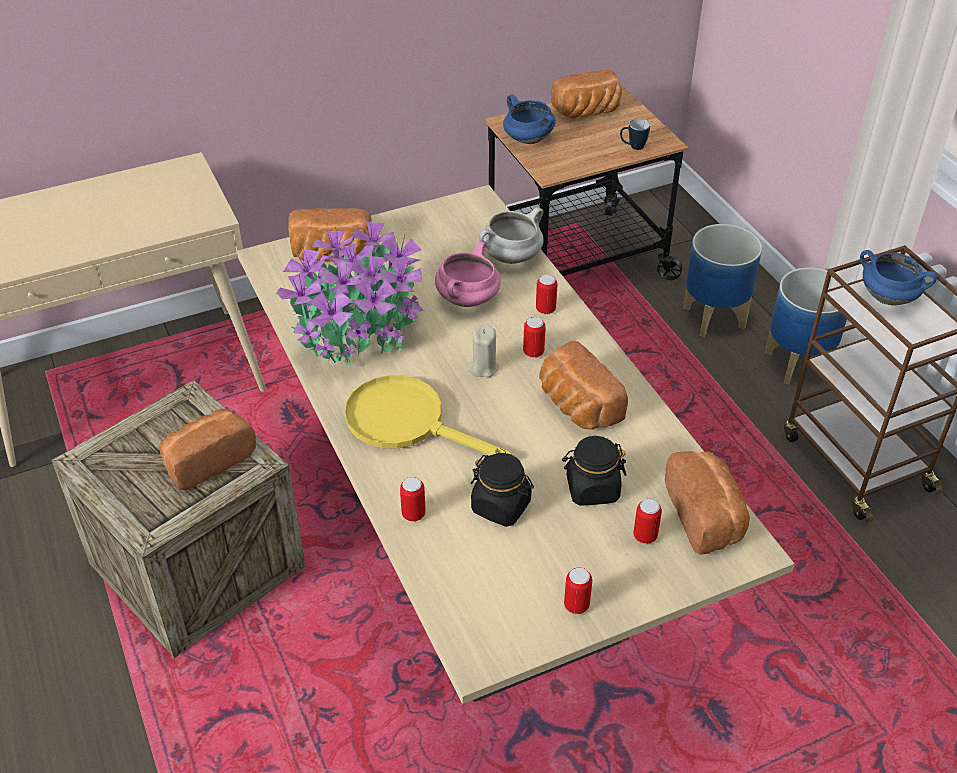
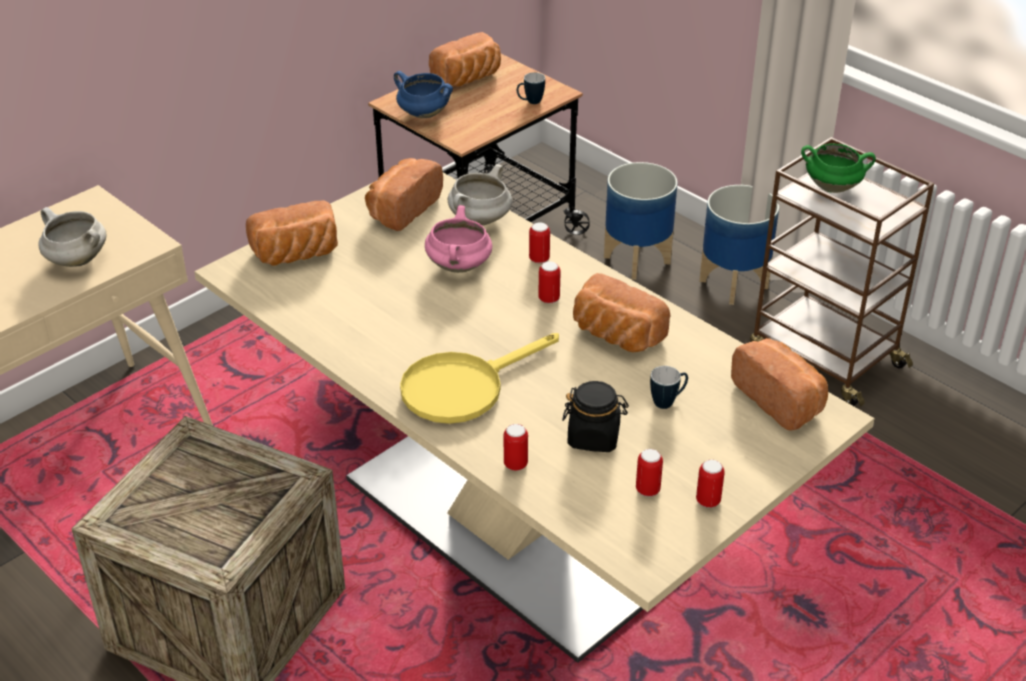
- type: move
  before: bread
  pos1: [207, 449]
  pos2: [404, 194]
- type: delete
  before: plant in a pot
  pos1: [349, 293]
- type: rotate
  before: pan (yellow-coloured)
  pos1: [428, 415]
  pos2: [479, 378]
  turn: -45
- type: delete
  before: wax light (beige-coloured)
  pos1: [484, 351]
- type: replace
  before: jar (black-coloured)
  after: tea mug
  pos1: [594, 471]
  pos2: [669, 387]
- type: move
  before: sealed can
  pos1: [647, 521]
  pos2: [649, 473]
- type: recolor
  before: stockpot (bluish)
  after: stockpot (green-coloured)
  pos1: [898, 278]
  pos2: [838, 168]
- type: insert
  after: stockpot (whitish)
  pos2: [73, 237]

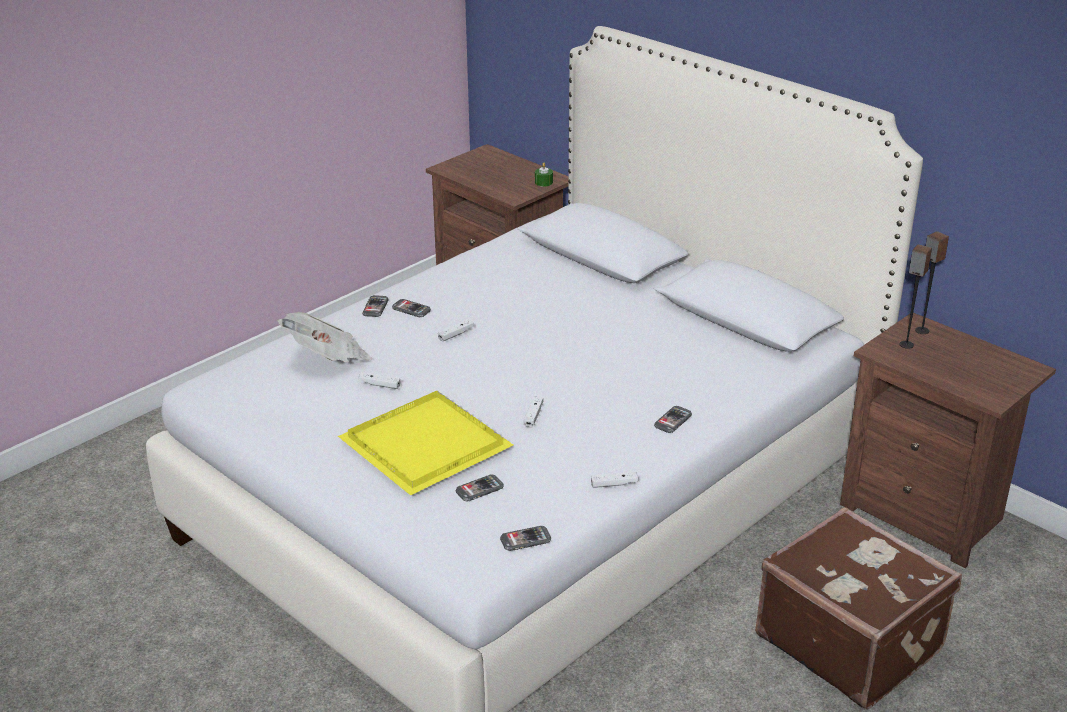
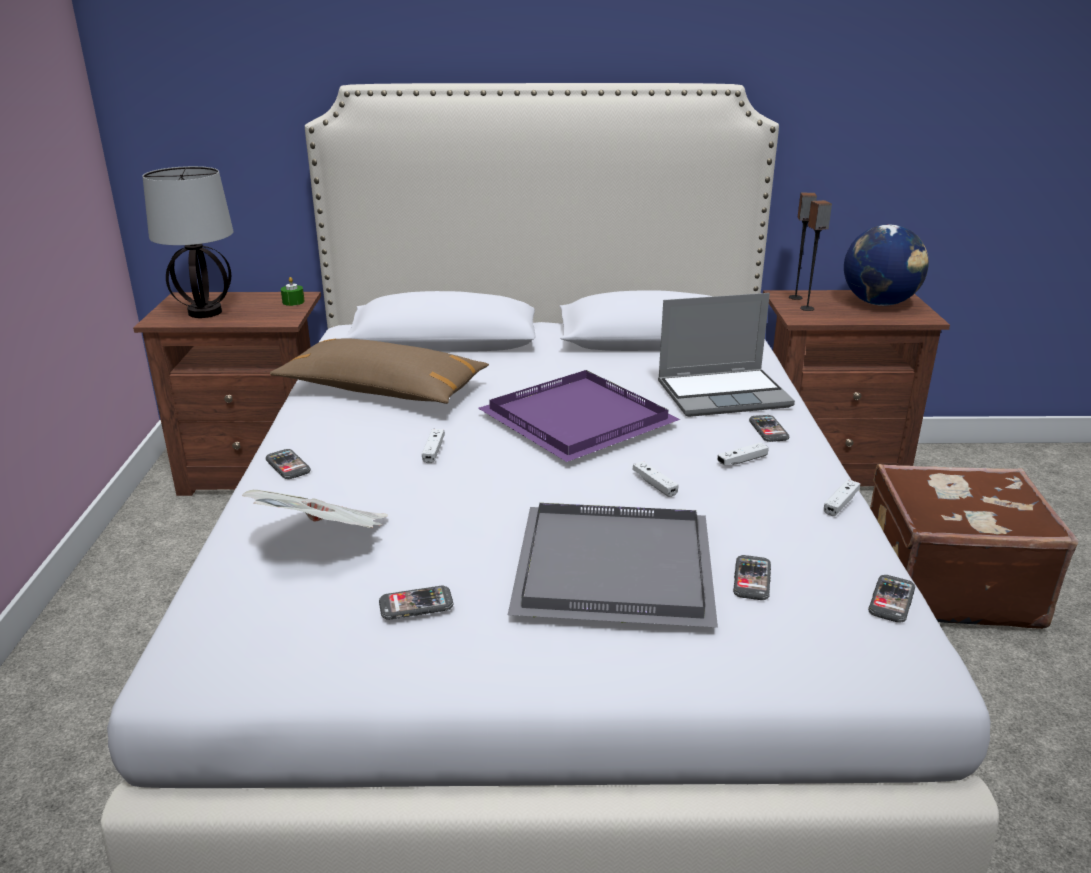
- type: recolor
  before: tray (yellow-coloured)
  after: tray (greyish)
  pos1: [426, 443]
  pos2: [613, 565]
- type: move
  before: joypad (whitish)
  pos1: [379, 380]
  pos2: [743, 453]
- type: move
  before: telephone
  pos1: [411, 308]
  pos2: [416, 602]
- type: insert
  after: lamp for a table
  pos2: [187, 242]
- type: insert
  after: cushion (brown)
  pos2: [379, 371]
- type: insert
  after: tray (purple-coloured)
  pos2: [579, 416]
- type: insert
  after: notebook computer
  pos2: [726, 355]
- type: insert
  after: globe
  pos2: [886, 265]

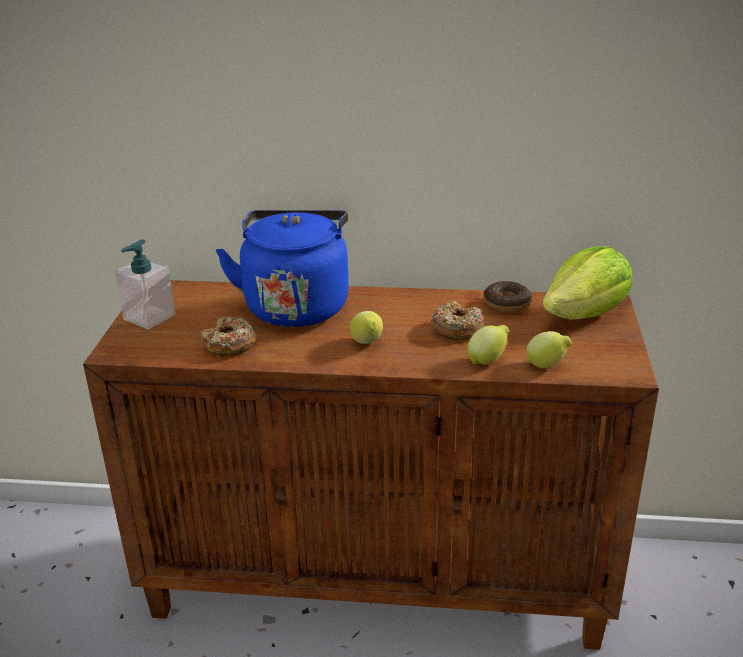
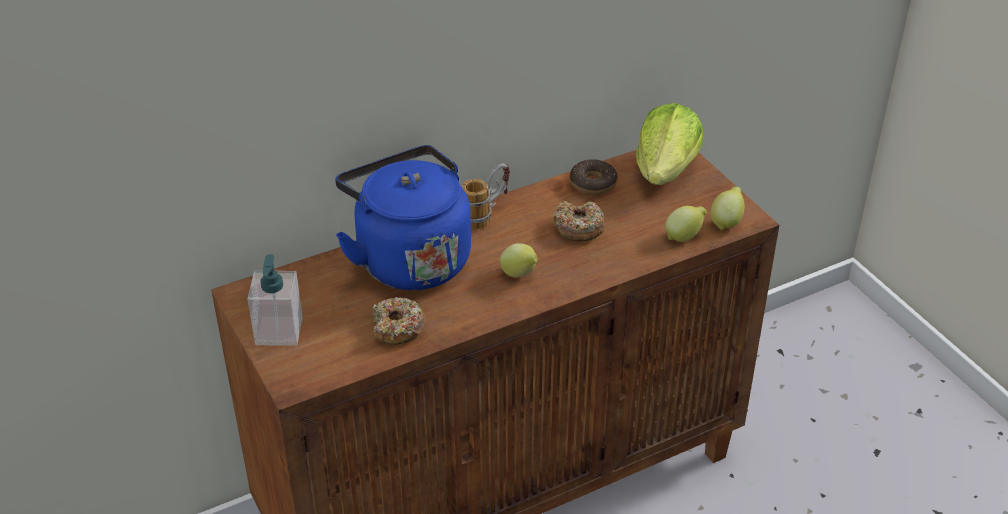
- type: move
  before: whole lemon
  pos1: [488, 345]
  pos2: [727, 209]
- type: insert
  after: tea mug
  pos2: [485, 196]

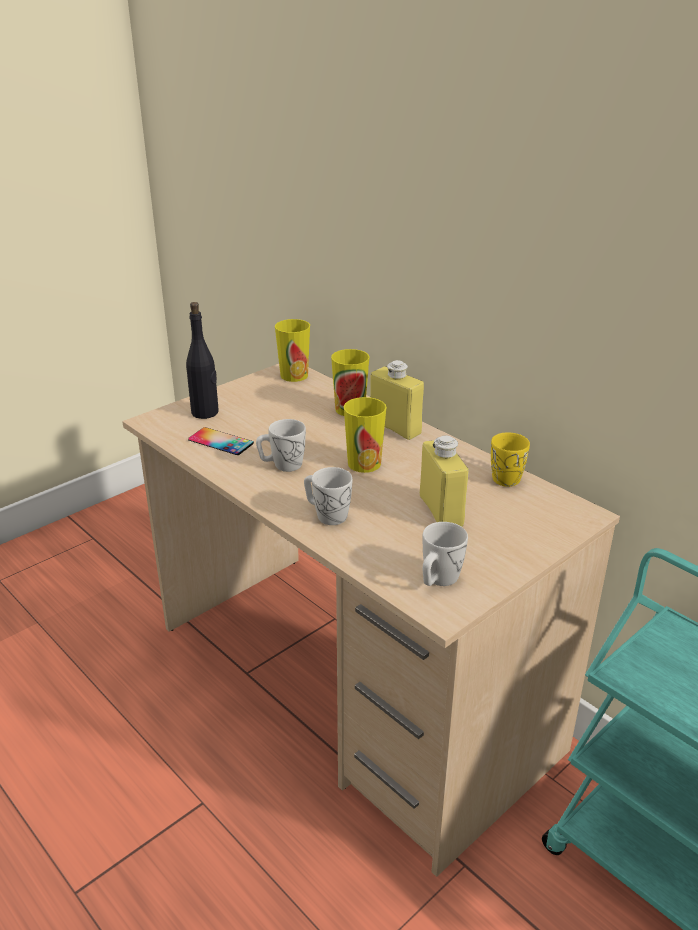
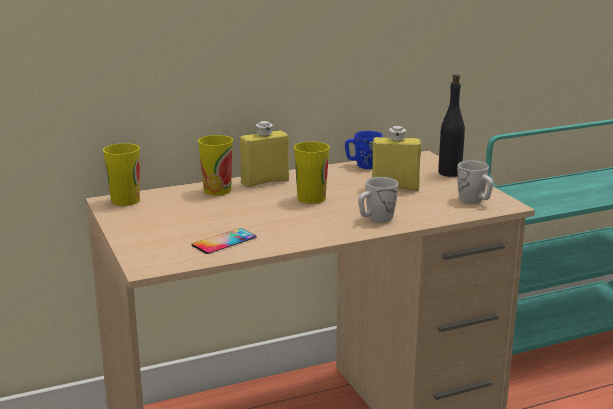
- type: move
  before: drink bottle (black-coloured)
  pos1: [202, 360]
  pos2: [451, 125]
- type: delete
  before: tea mug (whitish)
  pos1: [281, 445]
- type: recolor
  before: tea mug (yellow-coloured)
  after: tea mug (bluish)
  pos1: [510, 459]
  pos2: [364, 150]

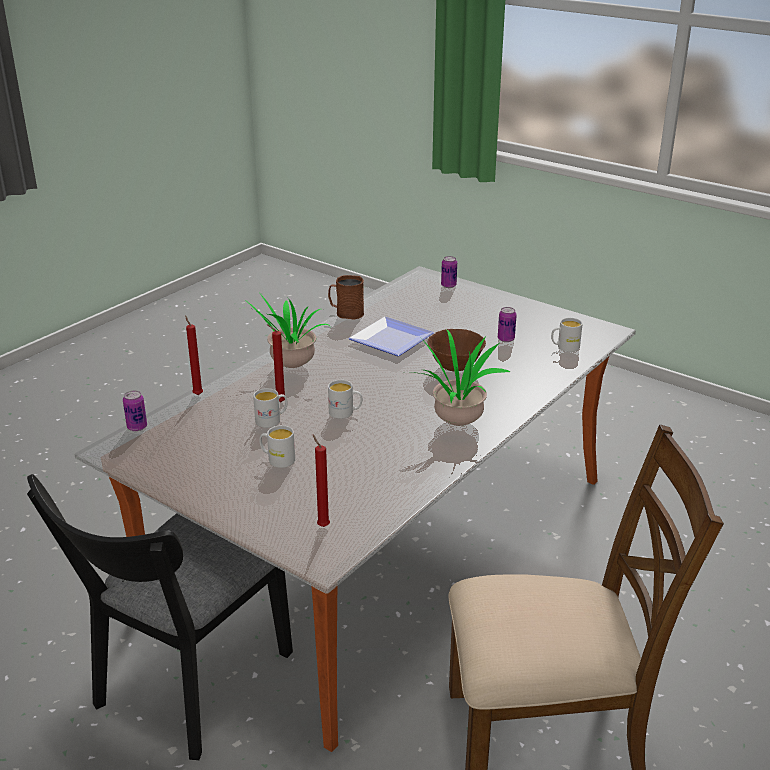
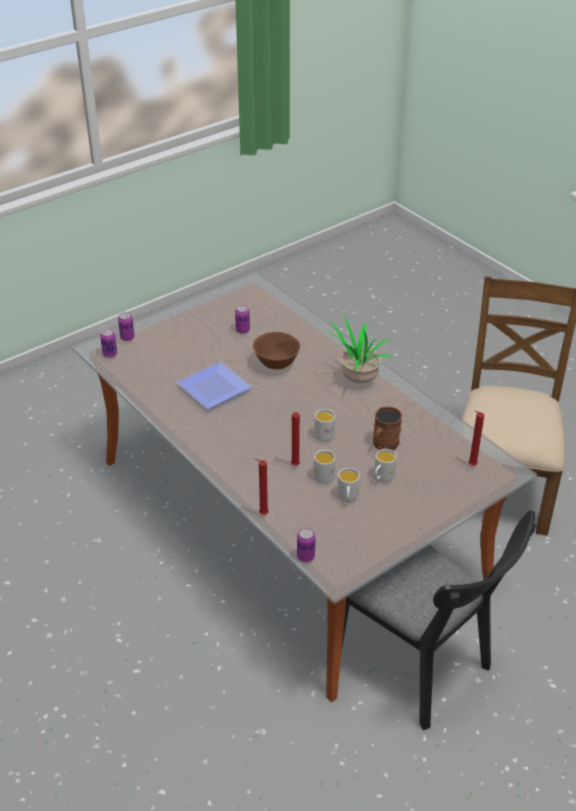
- type: delete
  before: plant in a pot
  pos1: [285, 331]
- type: move
  before: tea mug (brown)
  pos1: [346, 297]
  pos2: [387, 428]
- type: move
  before: tea mug (whitish)
  pos1: [567, 335]
  pos2: [348, 485]
- type: insert
  after: sealed can
  pos2: [108, 343]

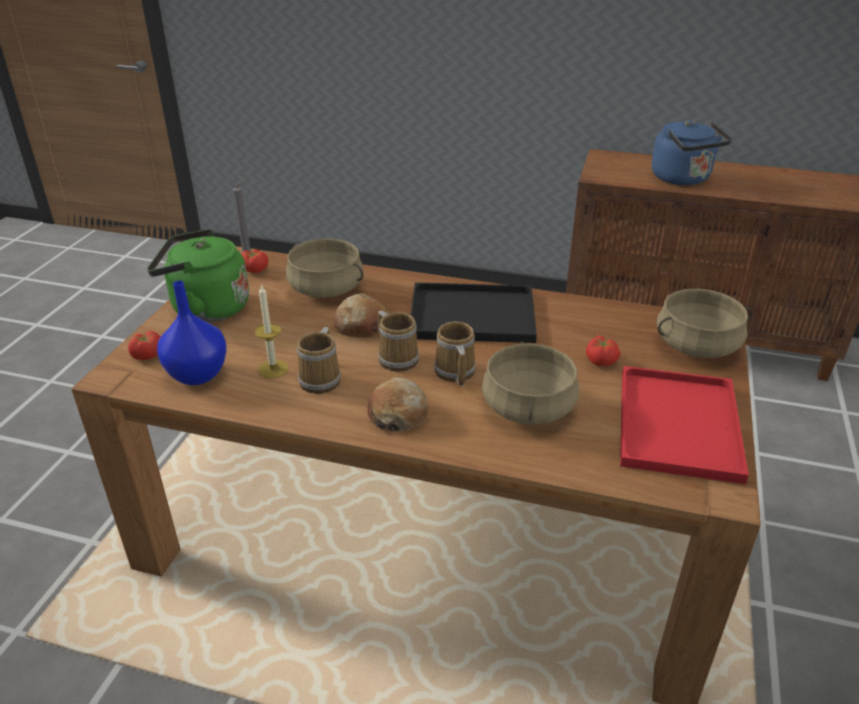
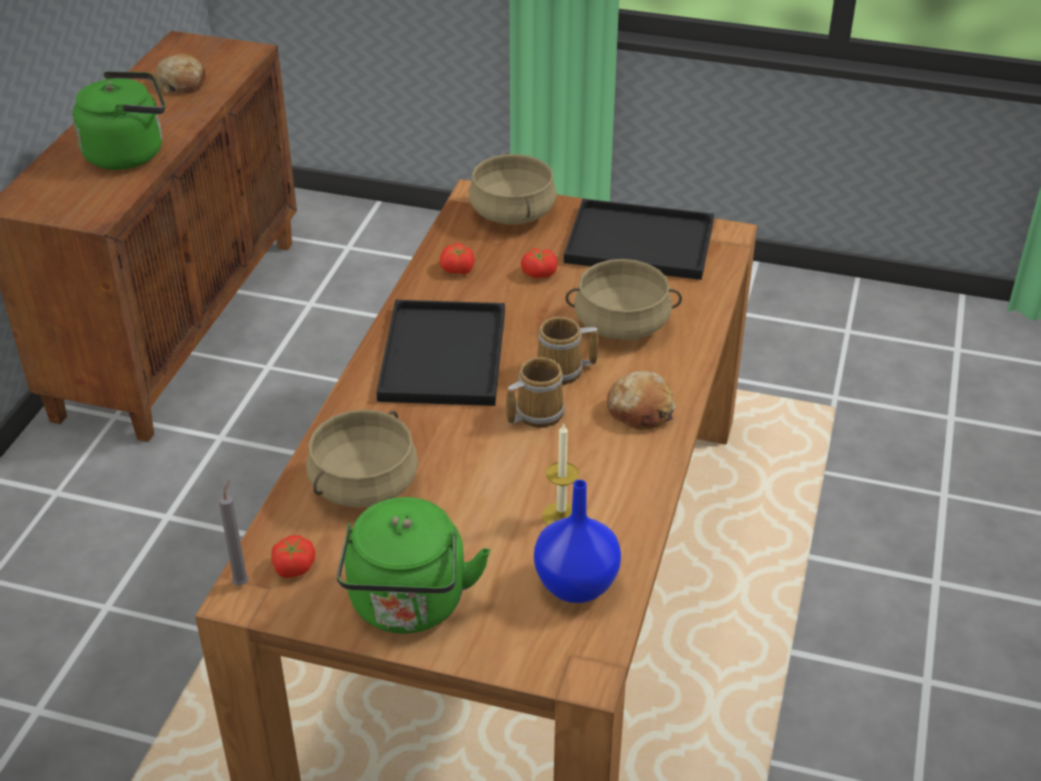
- type: move
  before: fresh tomato
  pos1: [144, 345]
  pos2: [457, 258]
- type: delete
  before: tea mug
  pos1: [319, 360]
- type: move
  before: bread
  pos1: [361, 316]
  pos2: [180, 73]
- type: recolor
  before: tray (reddish)
  after: tray (black-coloured)
  pos1: [684, 425]
  pos2: [639, 239]
- type: recolor
  before: water kettle (bluish)
  after: water kettle (green-coloured)
  pos1: [692, 152]
  pos2: [118, 120]

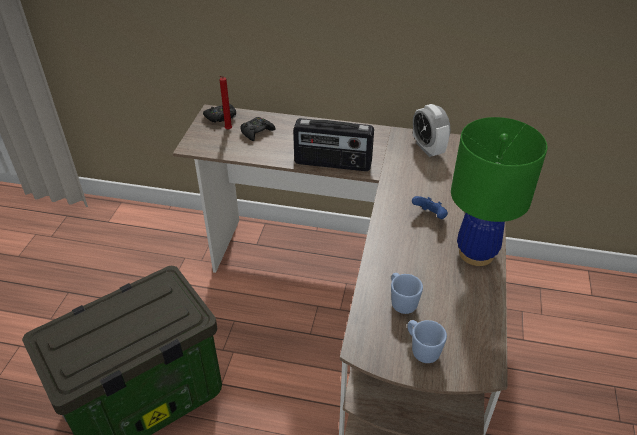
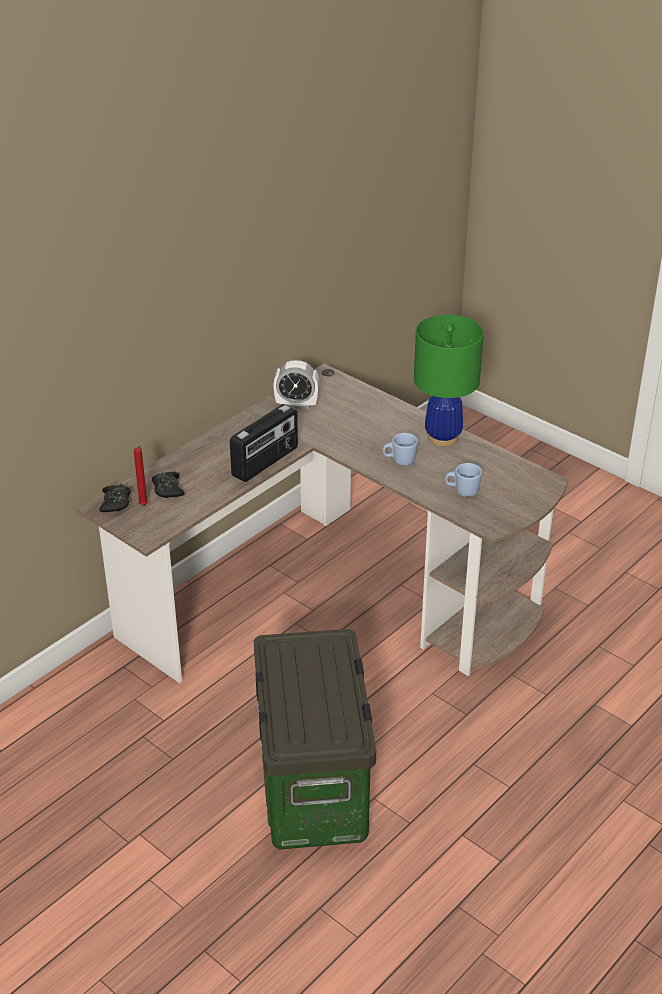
- type: move
  before: tea mug (bluish)
  pos1: [427, 341]
  pos2: [400, 449]
- type: delete
  before: joypad (bluish)
  pos1: [430, 207]

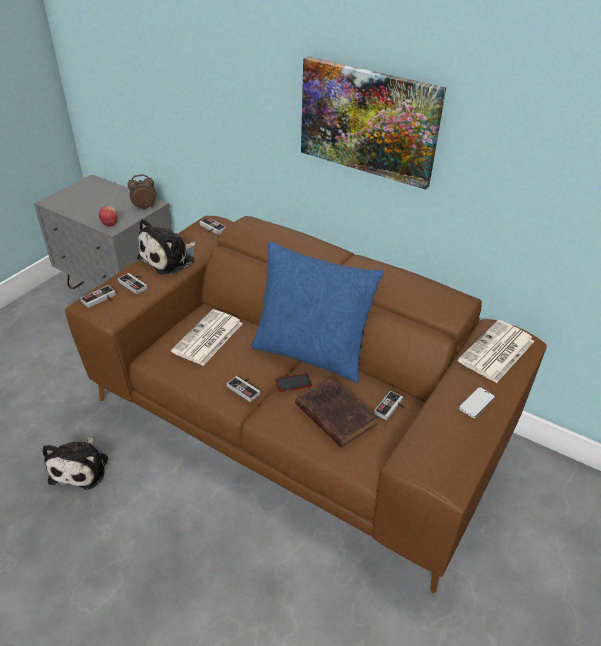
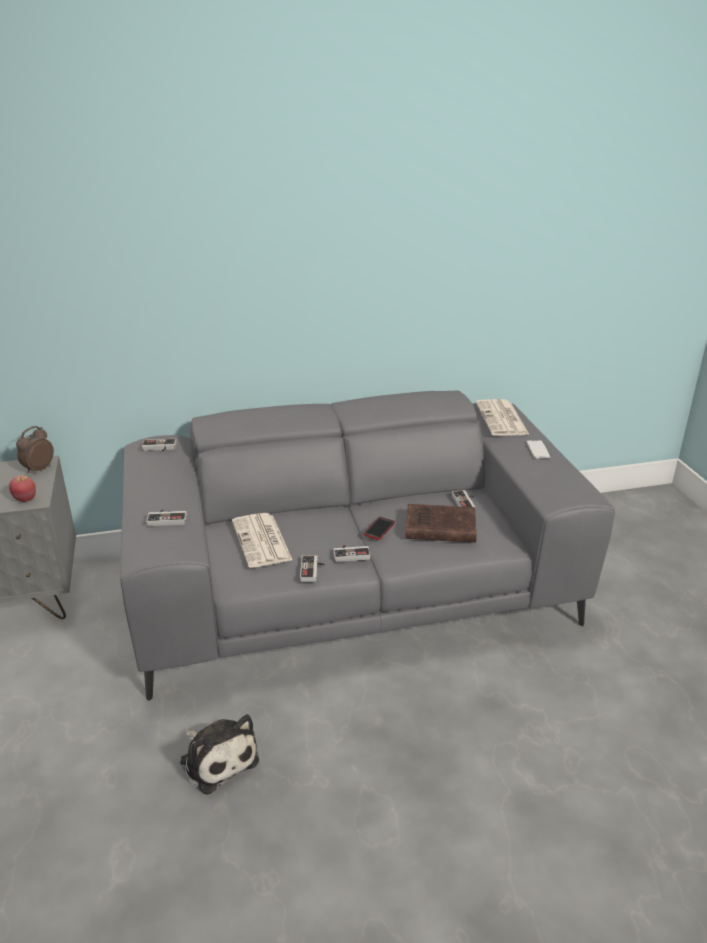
- type: recolor
  before: settee (brown)
  after: settee (greyish)
  pos1: [306, 405]
  pos2: [367, 546]
- type: move
  before: joypad
  pos1: [98, 296]
  pos2: [312, 568]
- type: delete
  before: soft toy
  pos1: [167, 247]
- type: delete
  before: cushion (bluish)
  pos1: [317, 312]
- type: delete
  before: wall art
  pos1: [373, 123]

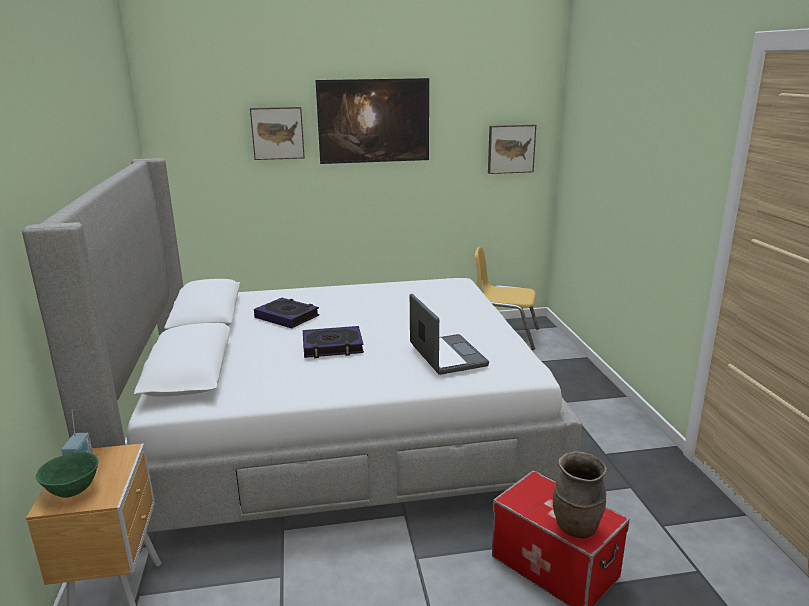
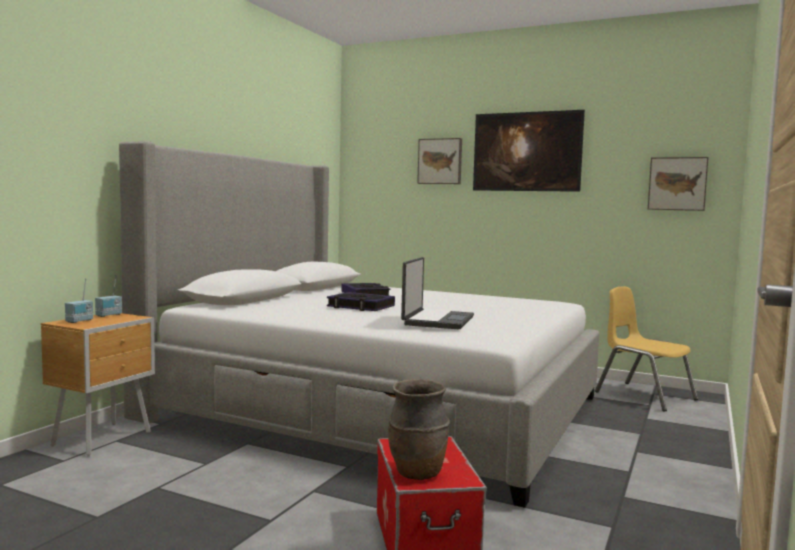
- type: replace
  before: serving bowl (green-coloured)
  after: radio receiver
  pos1: [67, 475]
  pos2: [79, 301]

